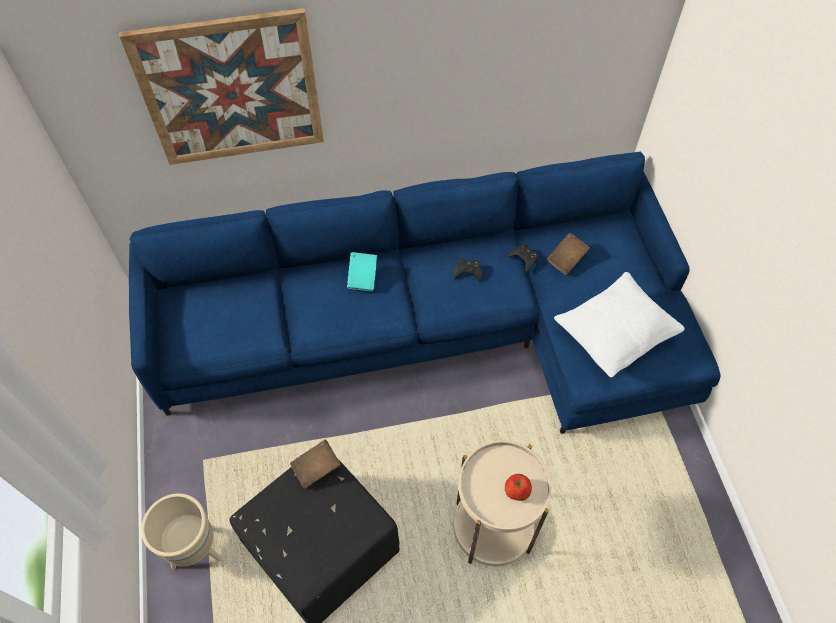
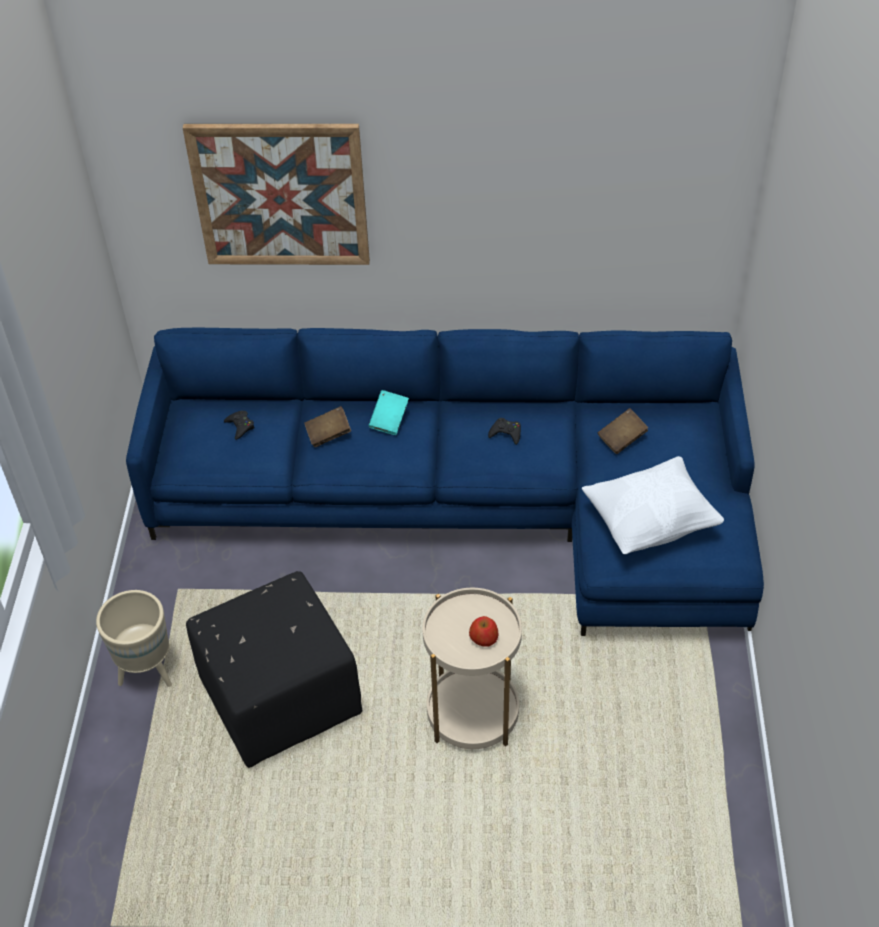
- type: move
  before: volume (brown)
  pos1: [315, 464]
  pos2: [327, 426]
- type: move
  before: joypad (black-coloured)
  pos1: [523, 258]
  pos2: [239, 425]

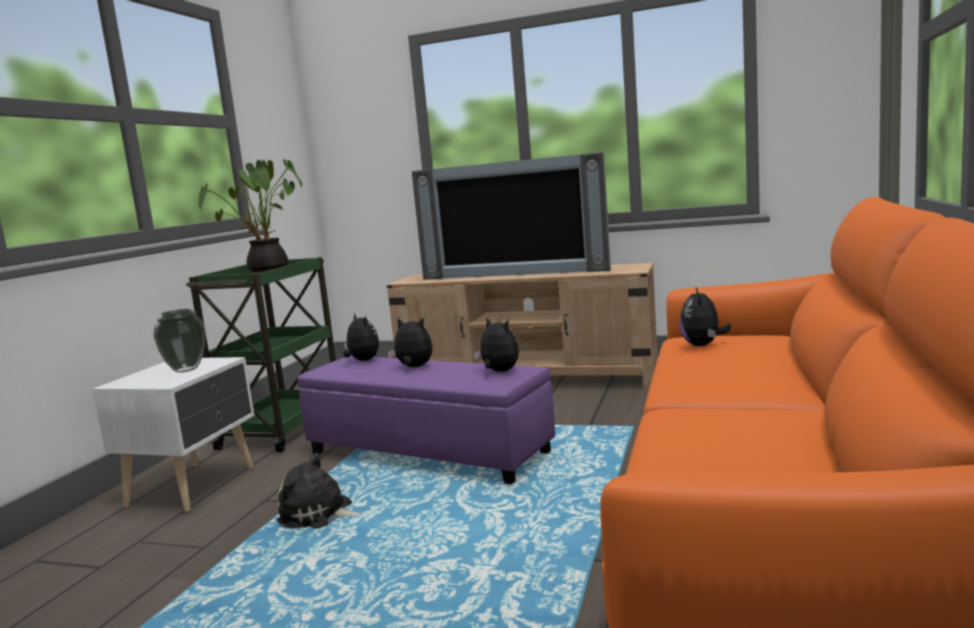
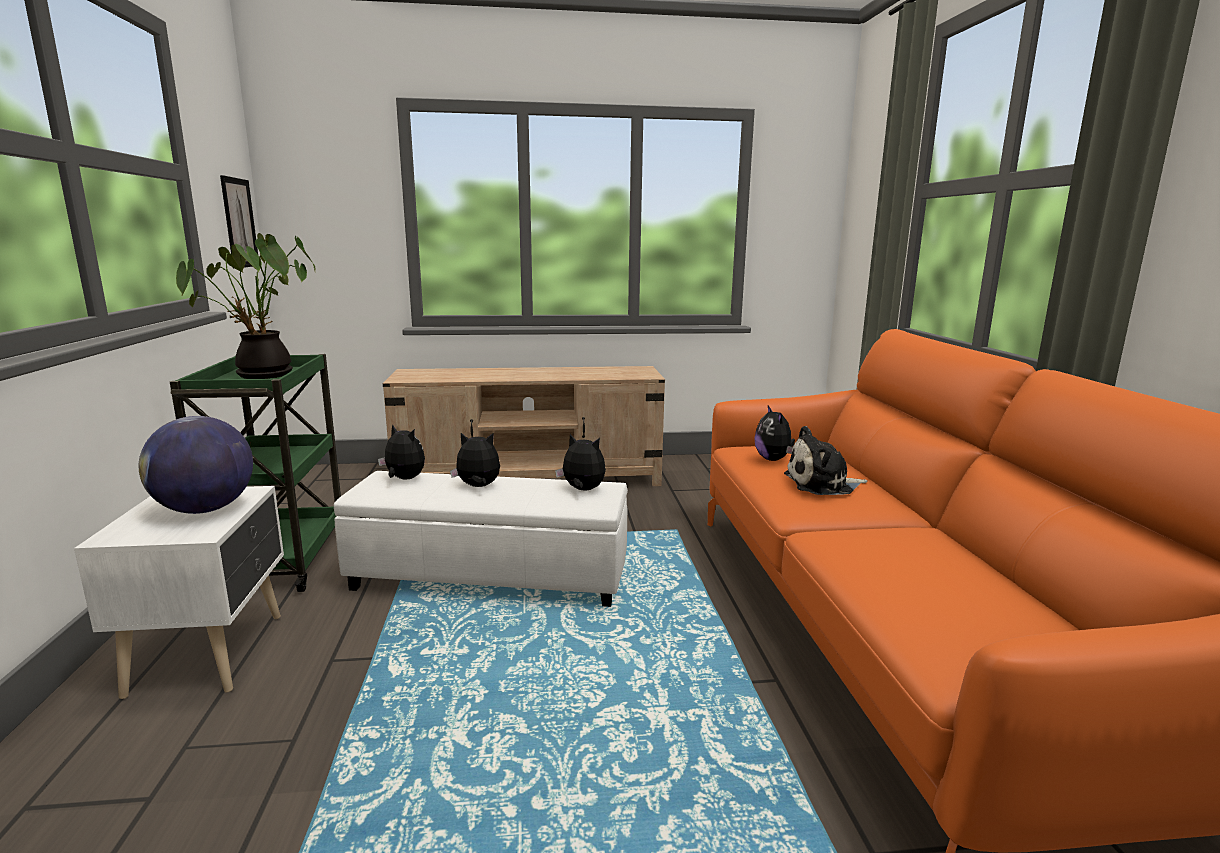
- type: replace
  before: decorative vase
  after: globe
  pos1: [179, 341]
  pos2: [195, 465]
- type: move
  before: soft toy
  pos1: [320, 490]
  pos2: [826, 460]
- type: recolor
  before: pouffe (purple-coloured)
  after: pouffe (whitish)
  pos1: [426, 420]
  pos2: [481, 539]
- type: delete
  before: TV
  pos1: [511, 216]
- type: insert
  after: wall art
  pos2: [239, 221]

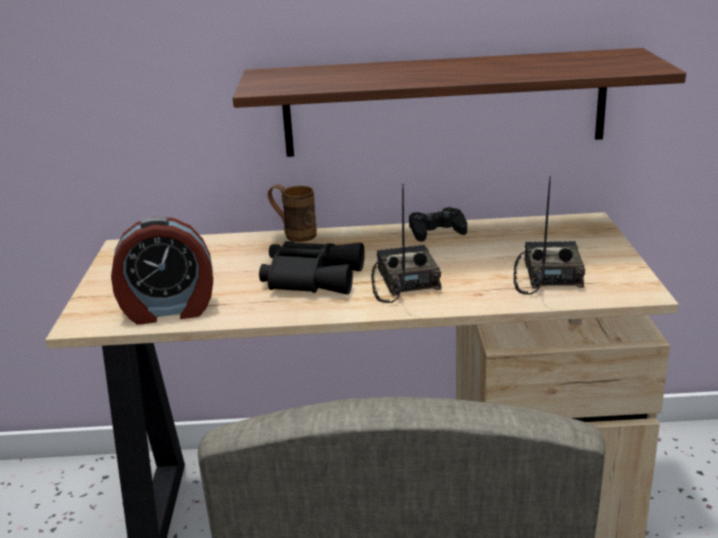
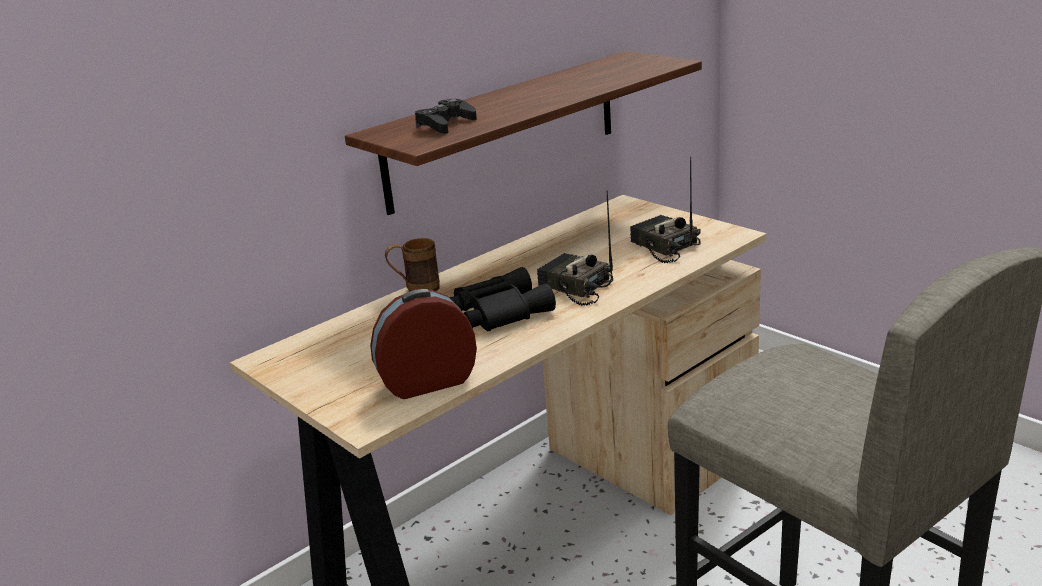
- type: rotate
  before: alarm clock
  pos1: [162, 271]
  pos2: [423, 344]
  turn: -150
- type: move
  before: joypad (black-coloured)
  pos1: [438, 224]
  pos2: [446, 116]

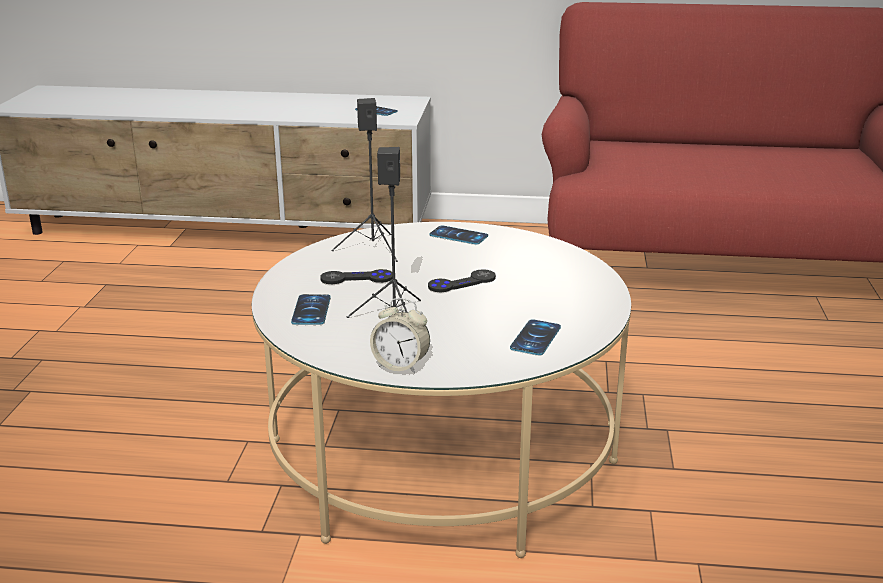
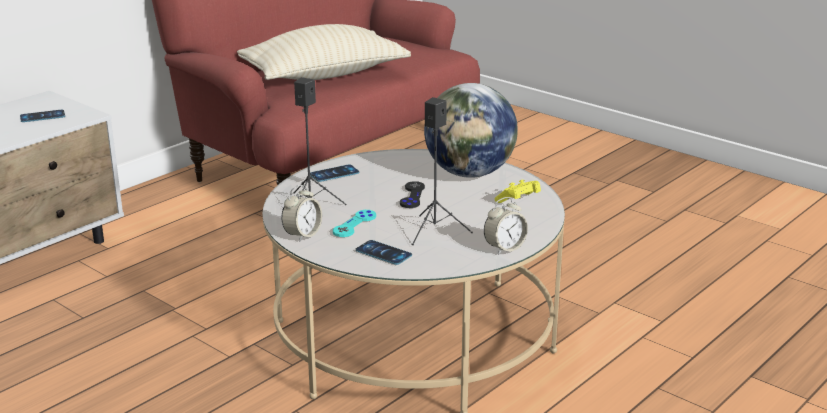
- type: recolor
  before: joypad (black-coloured)
  after: joypad (blue-green)
  pos1: [356, 276]
  pos2: [354, 223]
- type: replace
  before: telephone
  after: joypad (yellow-coloured)
  pos1: [535, 337]
  pos2: [518, 191]
- type: insert
  after: cushion (beige-coloured)
  pos2: [324, 52]
- type: insert
  after: alarm clock
  pos2: [302, 213]
- type: insert
  after: globe
  pos2: [471, 130]

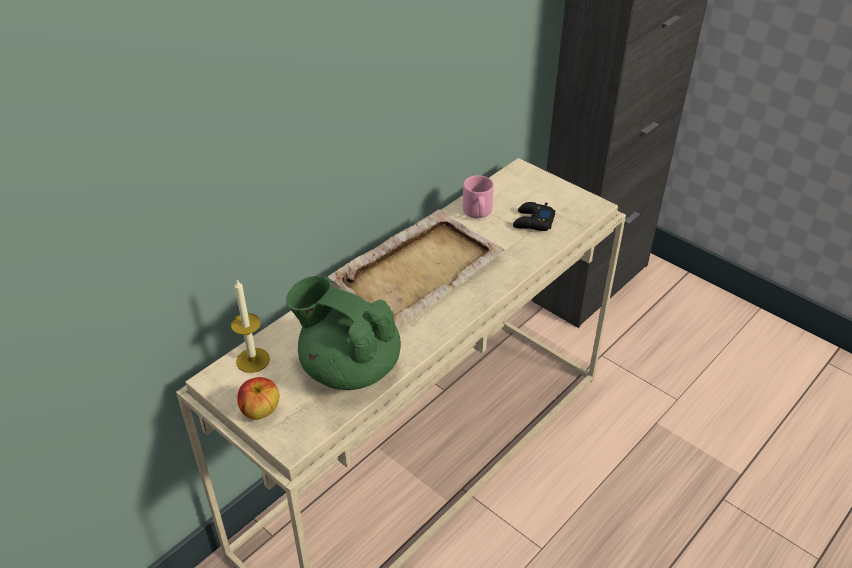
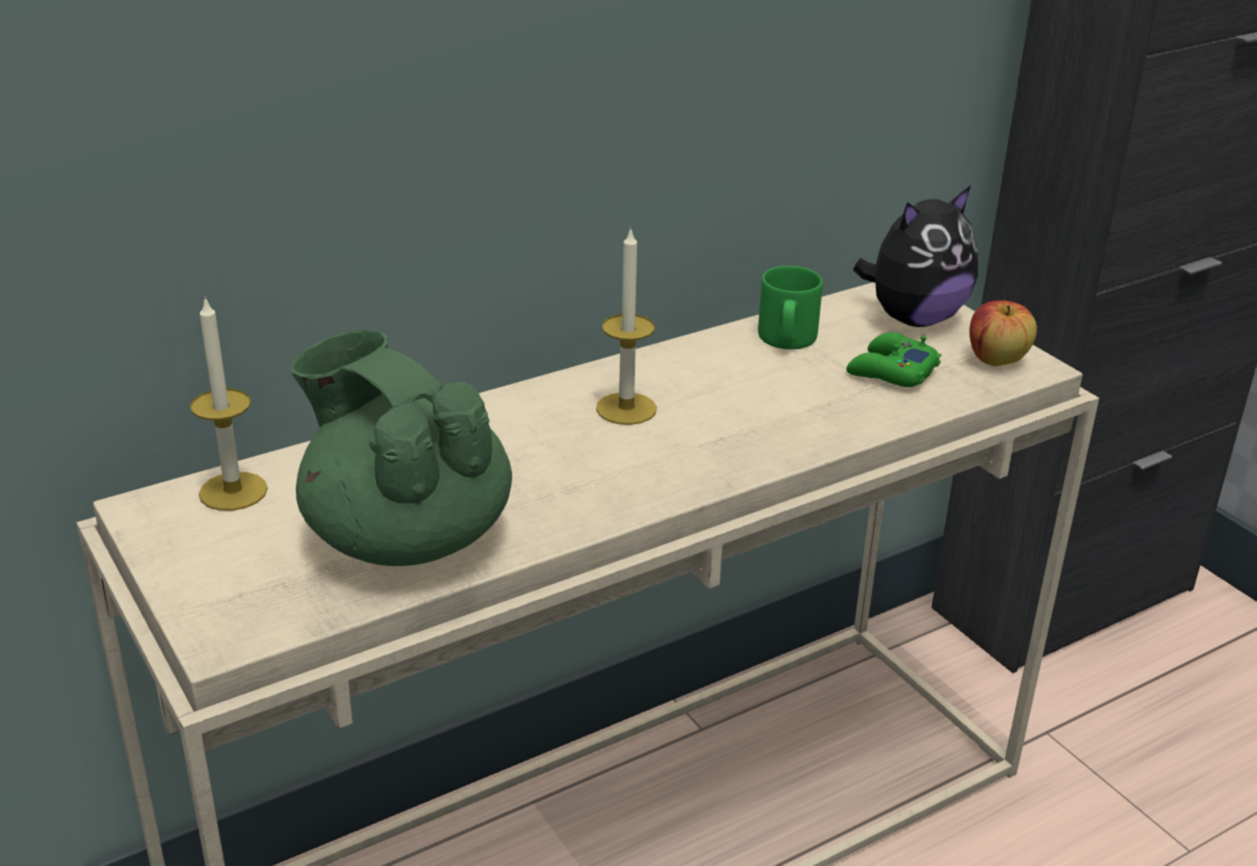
- type: move
  before: whole apple
  pos1: [258, 398]
  pos2: [1003, 333]
- type: replace
  before: tray (beige-coloured)
  after: wax light
  pos1: [416, 268]
  pos2: [626, 326]
- type: recolor
  before: tea mug (pink-coloured)
  after: tea mug (green-coloured)
  pos1: [478, 196]
  pos2: [790, 307]
- type: recolor
  before: joypad (black-coloured)
  after: joypad (green-coloured)
  pos1: [534, 216]
  pos2: [893, 359]
- type: insert
  after: soft toy
  pos2: [915, 256]

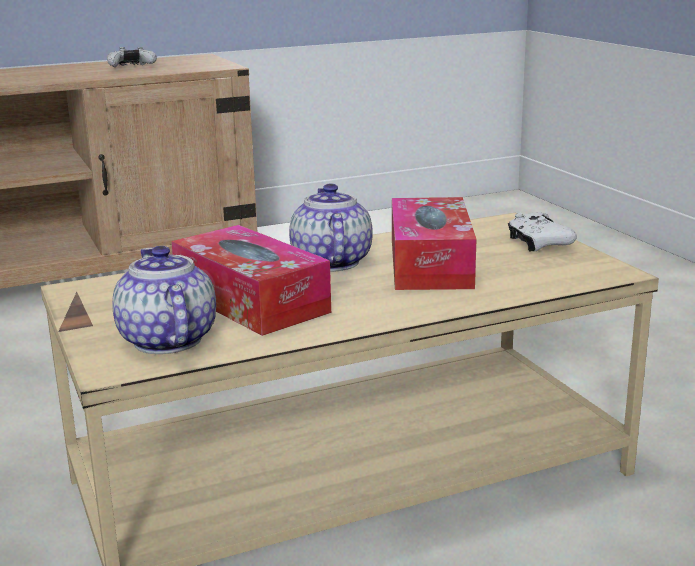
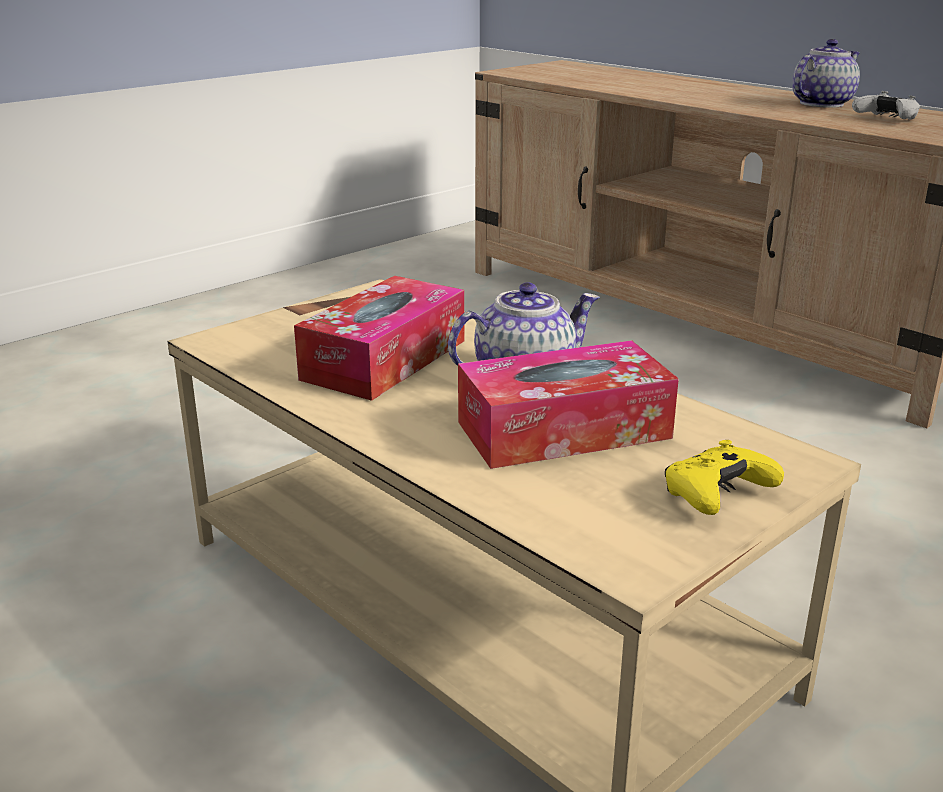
- type: move
  before: tea pot
  pos1: [164, 300]
  pos2: [826, 73]
- type: recolor
  before: joypad (whitish)
  after: joypad (yellow-coloured)
  pos1: [542, 232]
  pos2: [724, 477]

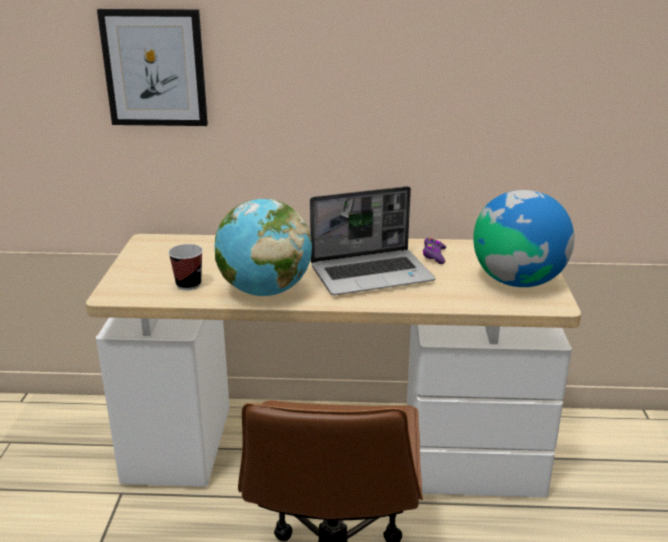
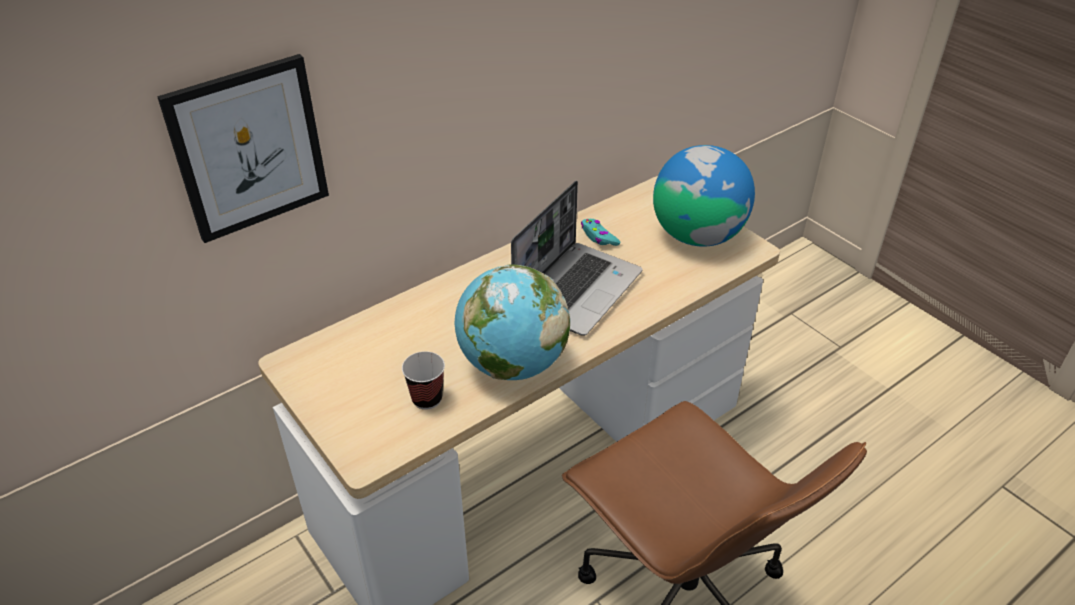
- type: recolor
  before: joypad (purple-coloured)
  after: joypad (blue-green)
  pos1: [434, 251]
  pos2: [601, 232]

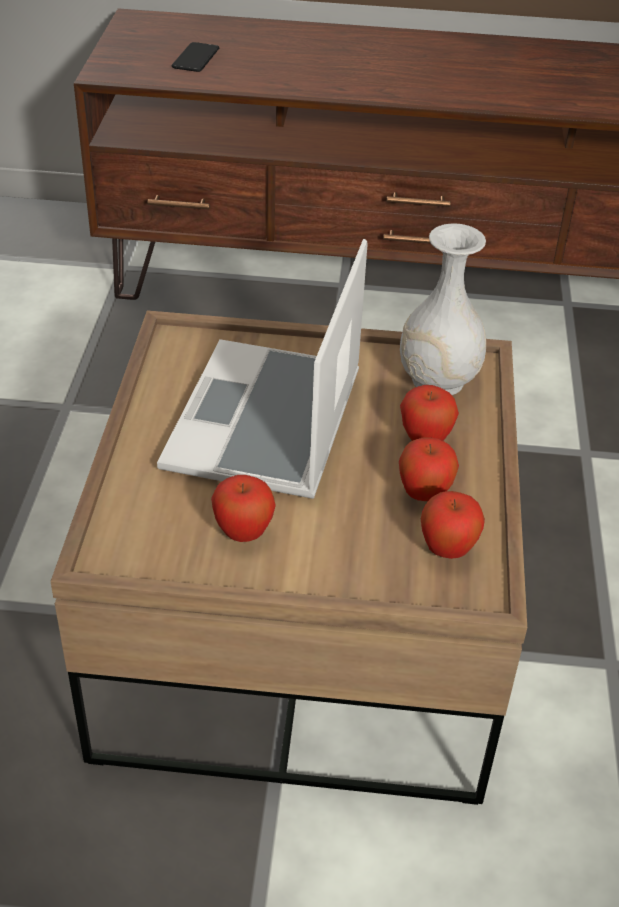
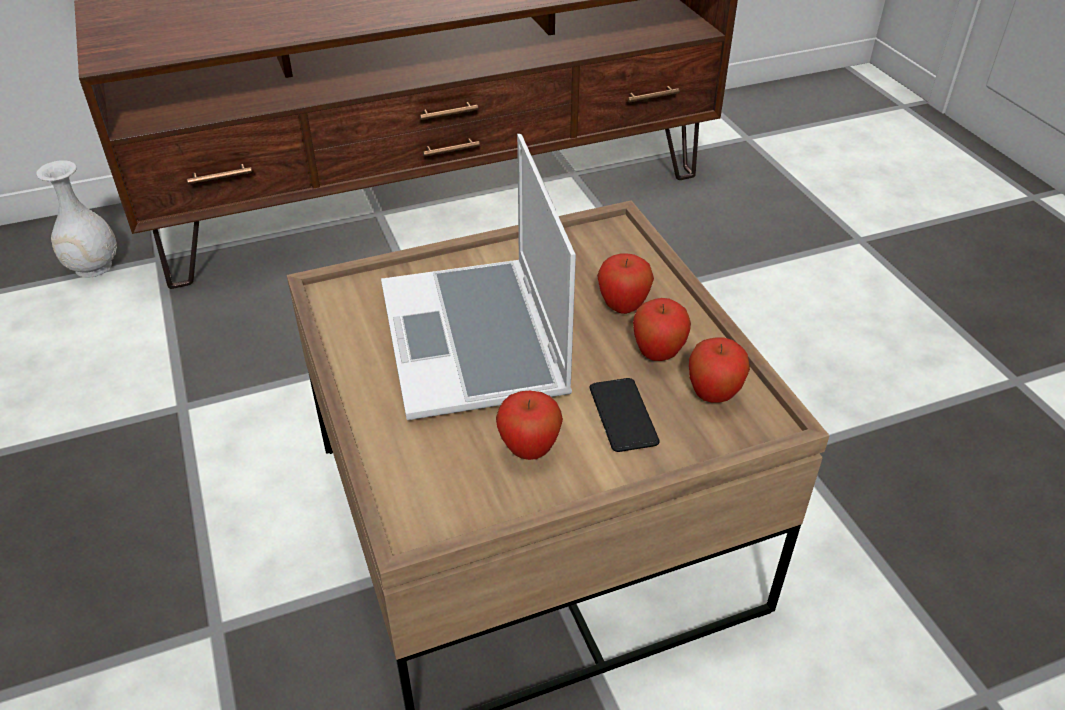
- type: move
  before: telephone
  pos1: [195, 57]
  pos2: [624, 415]
- type: move
  before: decorative vase (whitish)
  pos1: [443, 309]
  pos2: [76, 219]

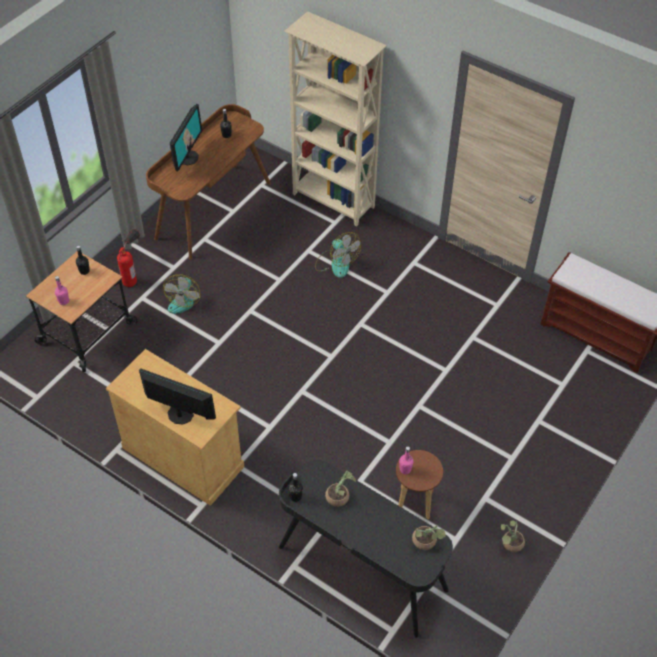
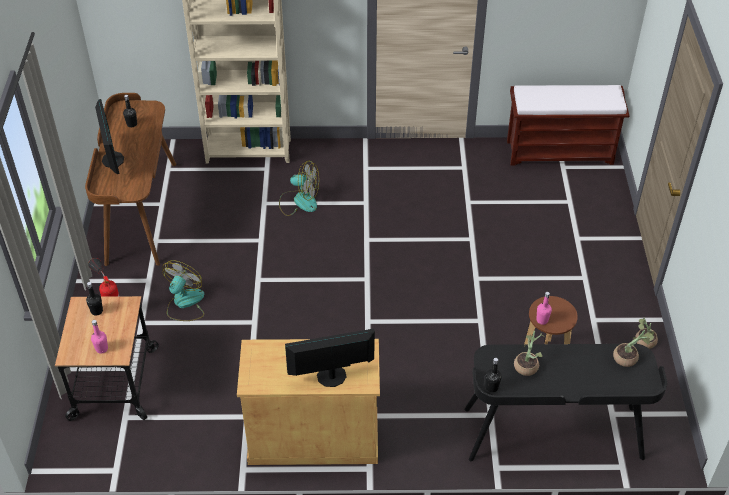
- type: rotate
  before: electric fan
  pos1: [182, 294]
  pos2: [184, 290]
  turn: -135

